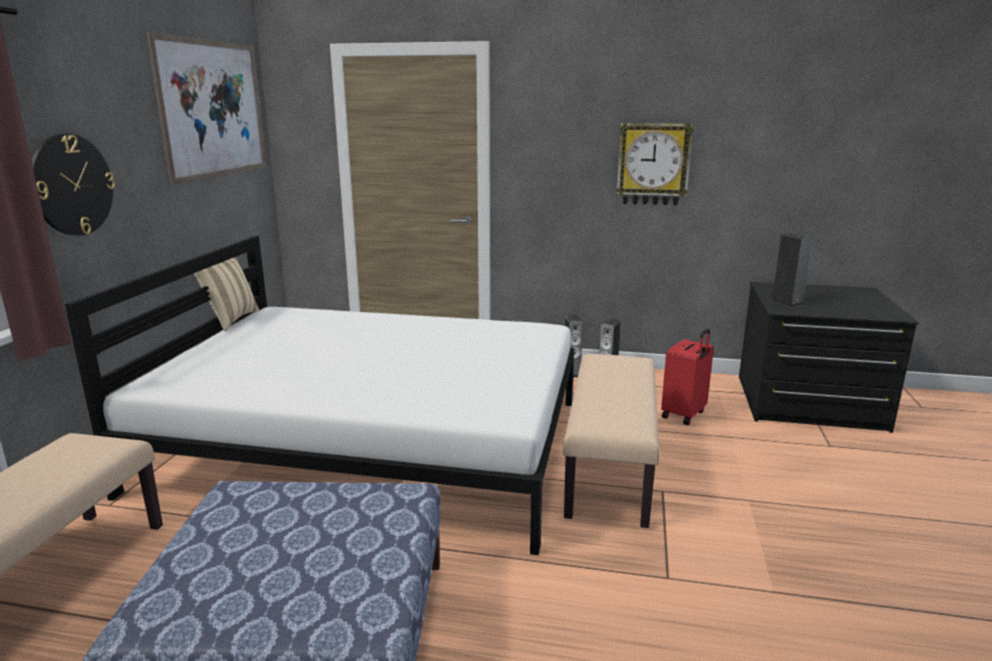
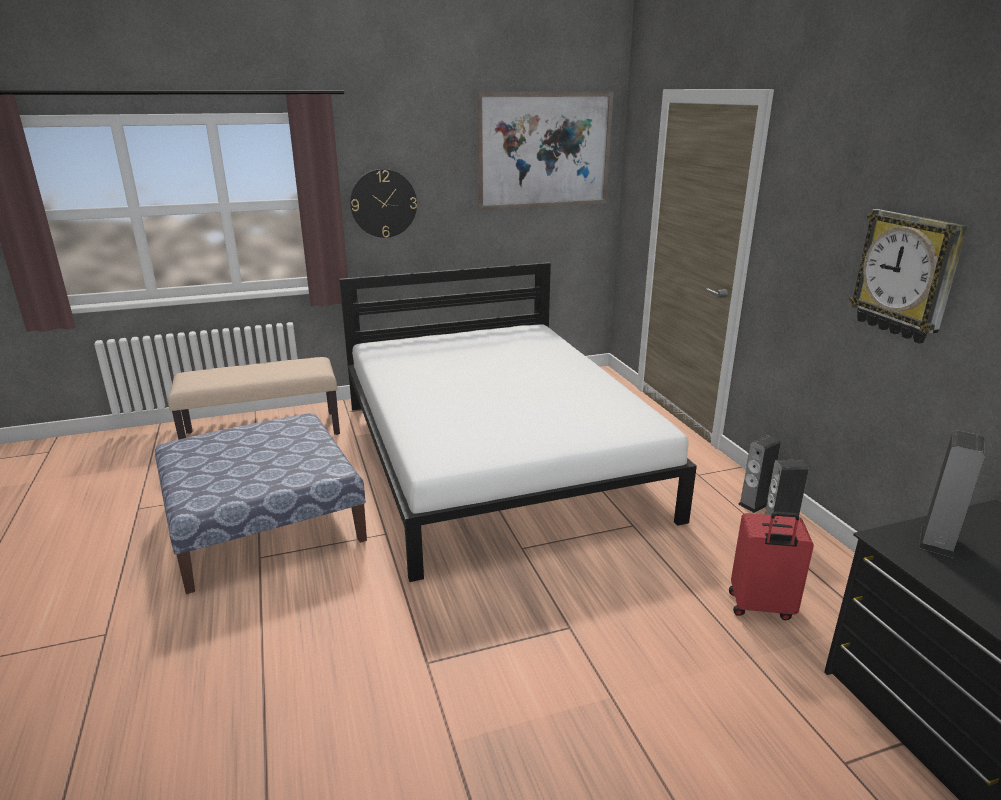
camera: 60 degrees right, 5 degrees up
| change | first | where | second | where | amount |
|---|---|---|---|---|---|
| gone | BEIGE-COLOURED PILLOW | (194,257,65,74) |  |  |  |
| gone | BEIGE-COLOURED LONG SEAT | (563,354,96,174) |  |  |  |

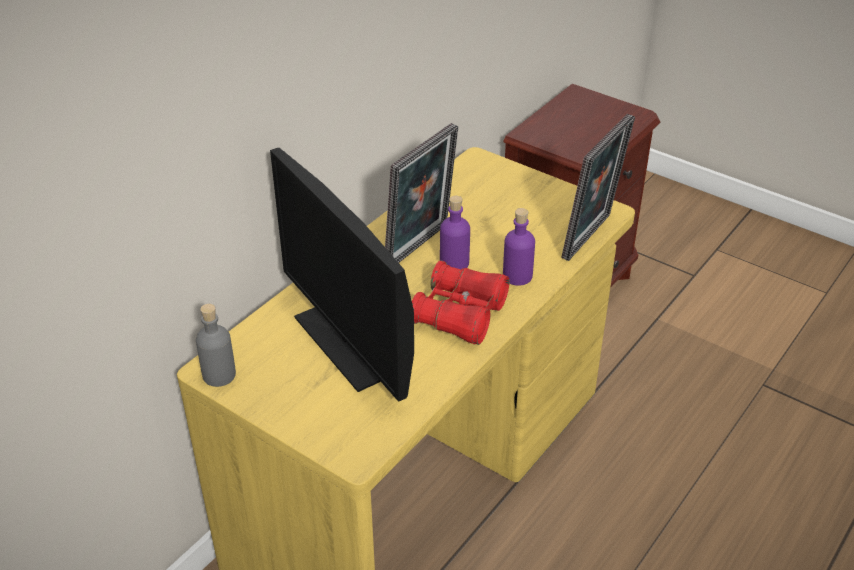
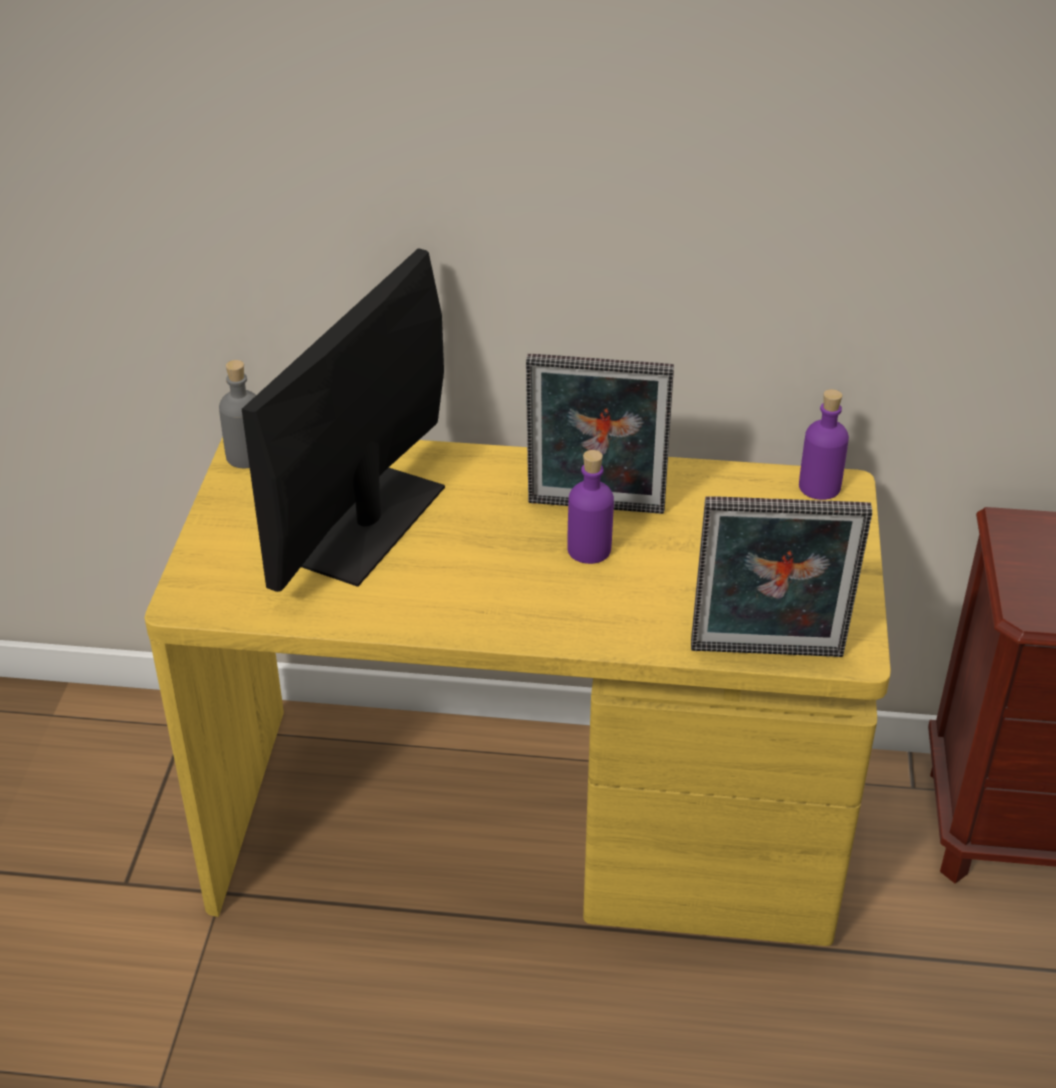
camera: 60 degrees right, 0 degrees up
| change | first | where | second | where | amount |
|---|---|---|---|---|---|
| gone | RED BINOCULARS | (412,261,98,84) |  |  |  |
| shifted | PURPLE BEVERAGE BOTTLE | (503,208,32,78) |  | (799,389,50,111) |  |

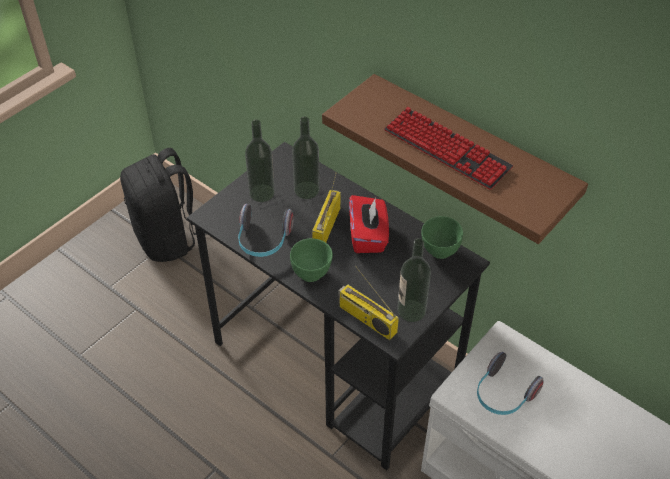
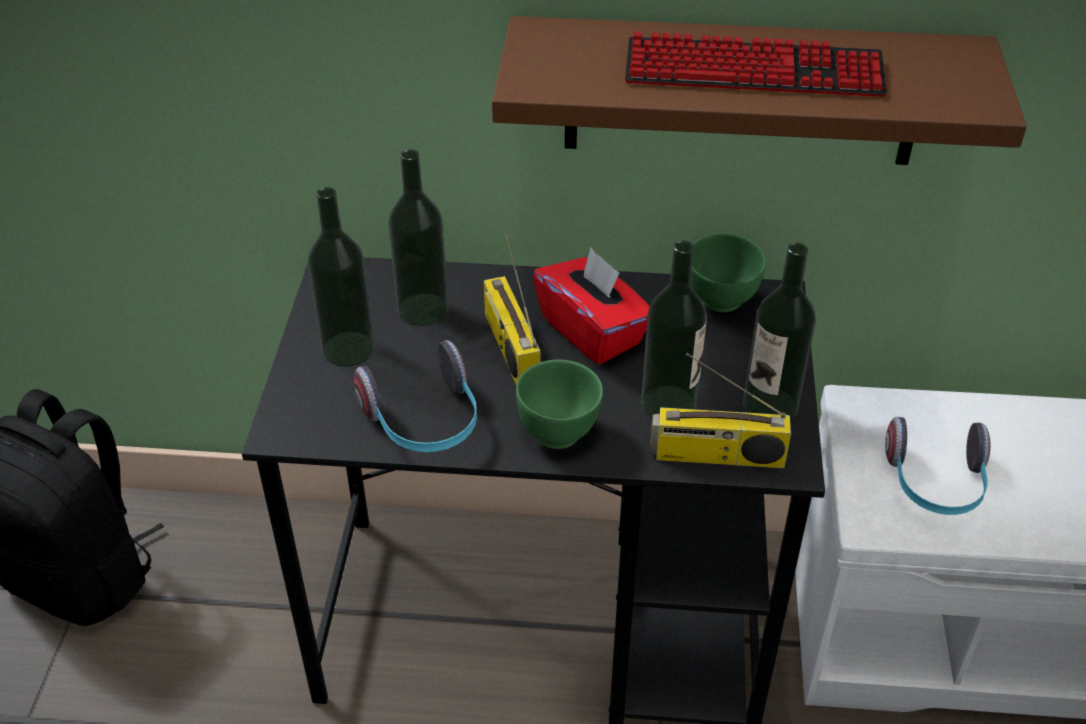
camera: 35 degrees left, 5 degrees down
| change | first | where | second | where | amount |
|---|---|---|---|---|---|
| new |  |  | BEVERAGE BOTTLE | (641,241,66,178) |  |

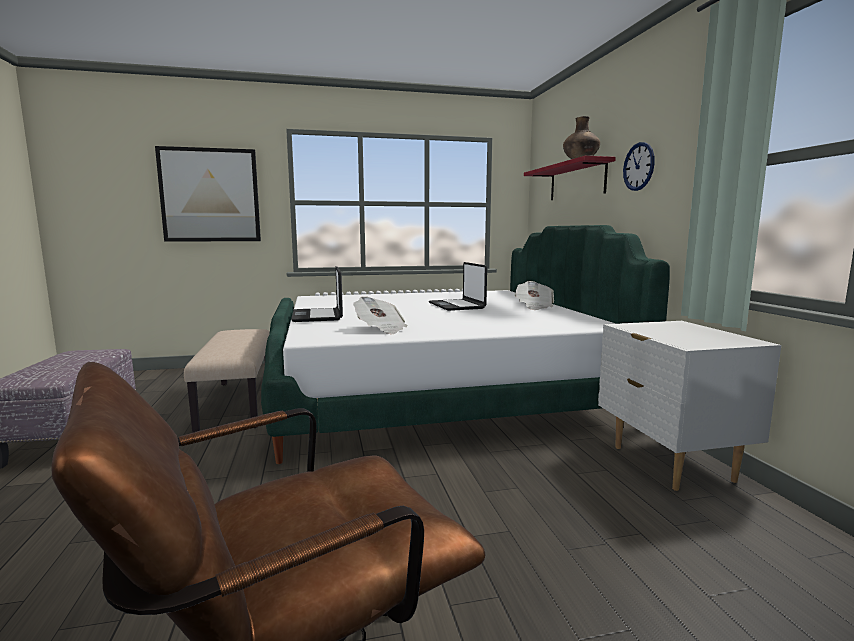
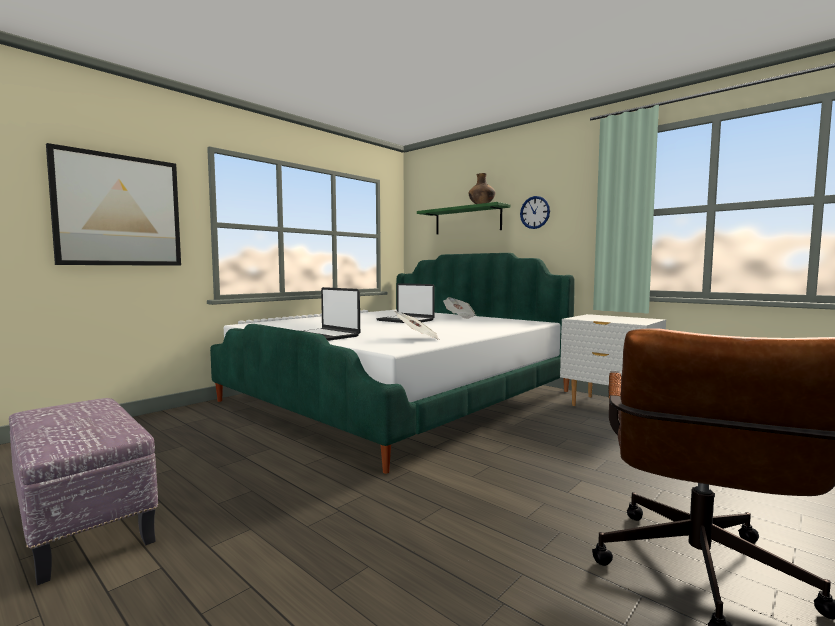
camera: 35 degrees left, 5 degrees down
| change | first | where | second | where | amount |
|---|---|---|---|---|---|
| gone | BEIGE-COLOURED LONG SEAT | (184,329,86,104) |  |  |  |
| repainted | RED SHELF | (524,156,92,44) | GREEN-COLOURED SHELF | (417,202,93,32) |  |

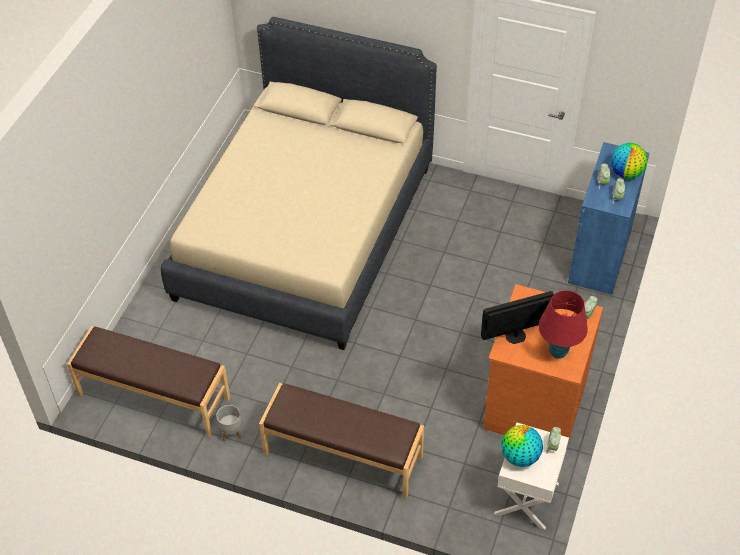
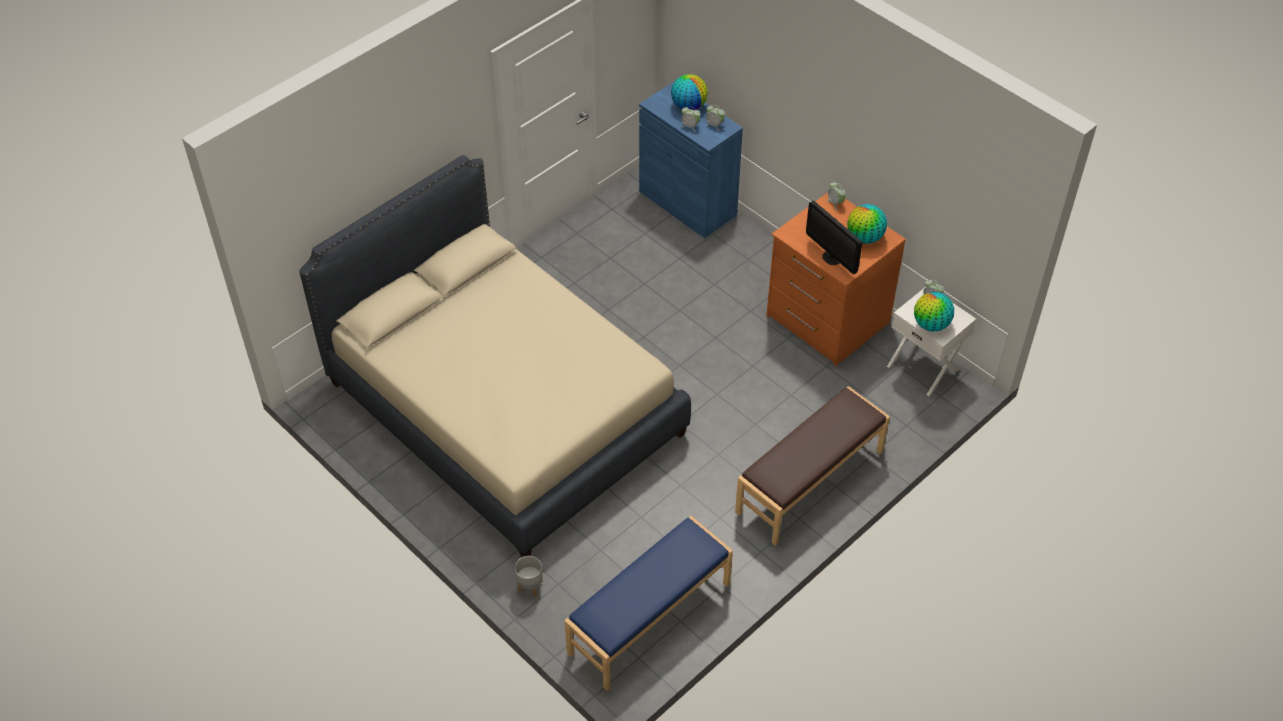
camera: 65 degrees left, 0 degrees up
| change | first | where | second | where | amount |
|---|---|---|---|---|---|
| shifted | GRAY FLOWER POT | (216,405,26,36) |  | (515,556,28,41) |  |
| swapped | RED LAMP FOR A TABLE | (538,290,50,69) | GLOBE | (847,204,40,40) |  |
| repainted | BROWNISH LONG SEAT | (67,326,163,111) | BLUISH LONG SEAT | (565,516,168,175) |  |
| rotated | COMPUTER SCREEN | (481,291,73,53) |  | (806,201,56,73) | 45 degrees counterclockwise |

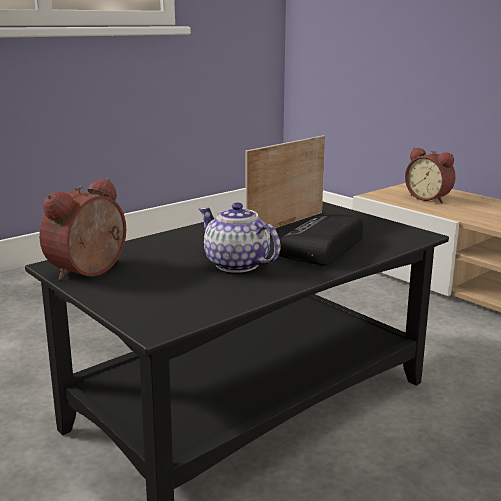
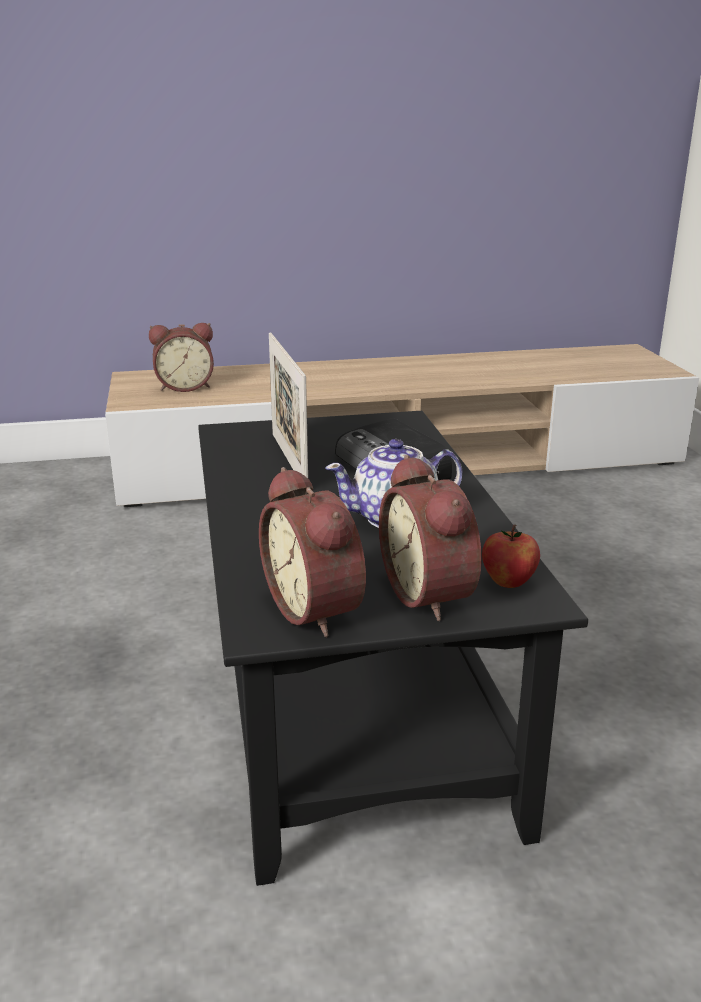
camera: 60 degrees left, 5 degrees up
| change | first | where | second | where | amount |
|---|---|---|---|---|---|
| new |  |  | TABLE CLOCK | (379,455,103,166) |  |
| new |  |  | WHOLE APPLE | (482,524,58,64) |  |

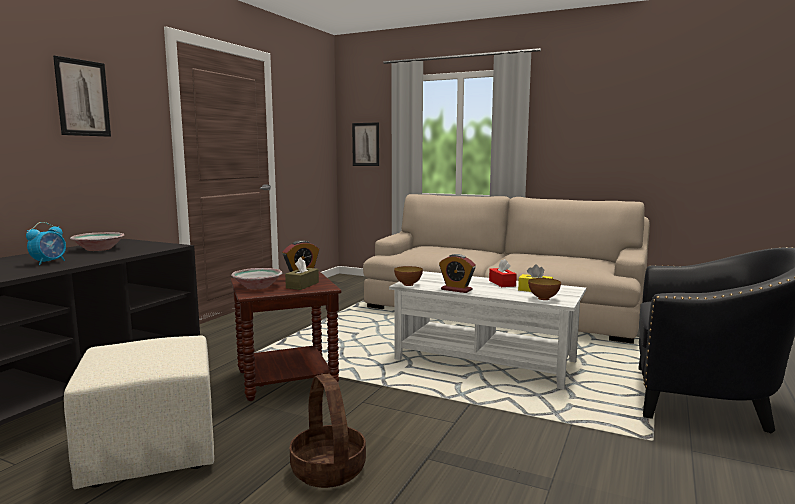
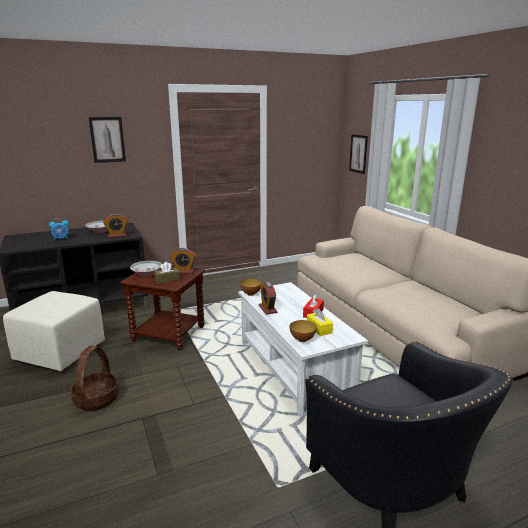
camera: 40 degrees right, 10 degrees up
| change | first | where | second | where | amount |
|---|---|---|---|---|---|
| new |  |  | TABLE CLOCK | (103,214,25,24) |  |

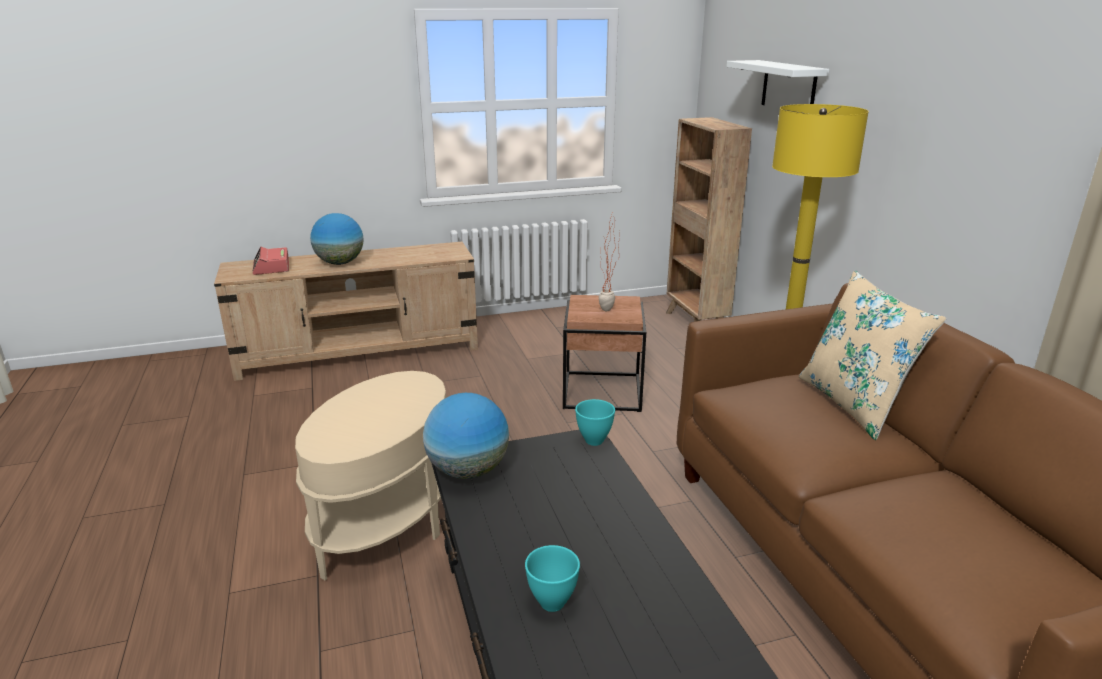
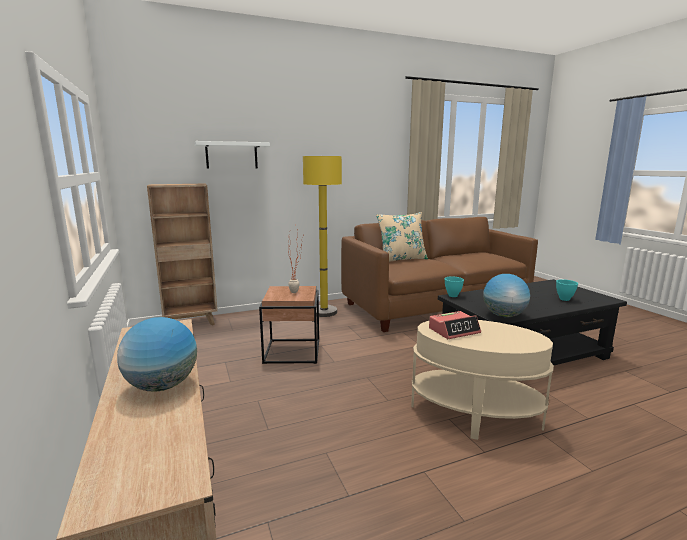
camera: 95 degrees left, 10 degrees down
| change | first | where | second | where | amount |
|---|---|---|---|---|---|
| shifted | TABLE CLOCK | (252,247,37,28) |  | (429,311,52,28) |  |

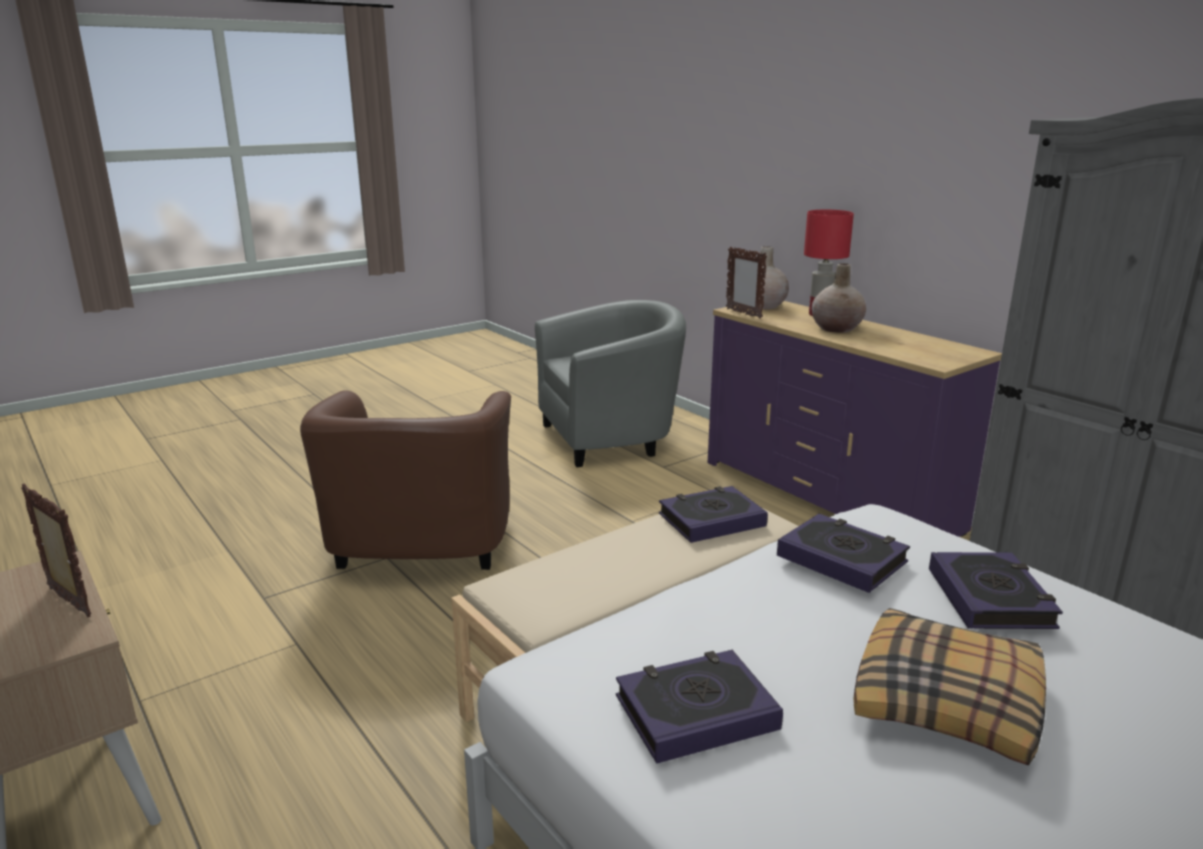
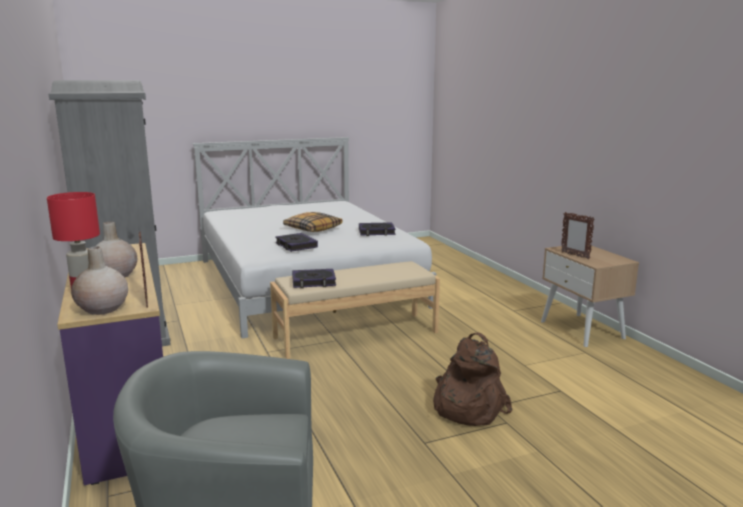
camera: 165 degrees left, 5 degrees down
| change | first | where | second | where | amount |
|---|---|---|---|---|---|
| gone | BOUND BOOK | (929,552,134,77) |  |  |  |
| swapped | BROWNISH LOUNGE CHAIR | (300,390,211,180) | BROWNISH RUCKSACK | (433,332,79,94) |  |

